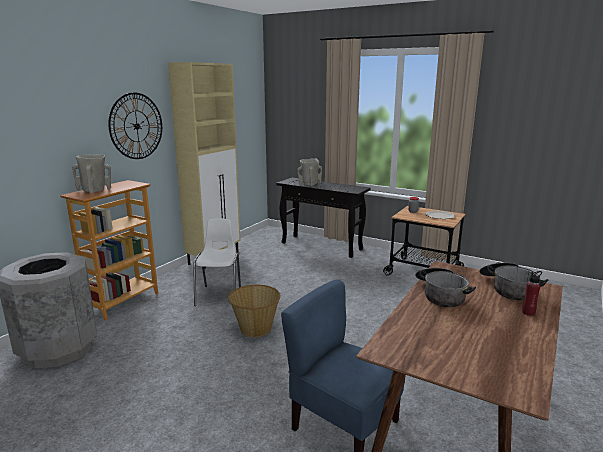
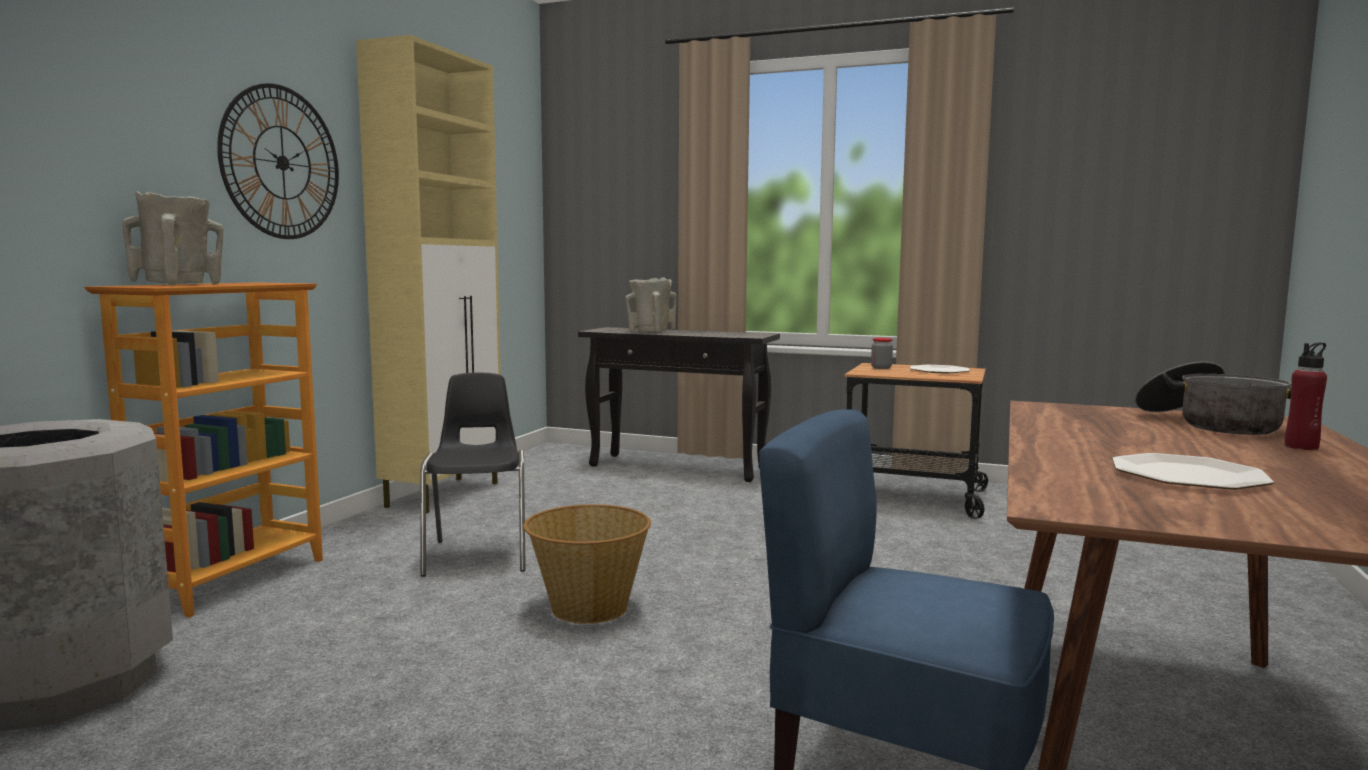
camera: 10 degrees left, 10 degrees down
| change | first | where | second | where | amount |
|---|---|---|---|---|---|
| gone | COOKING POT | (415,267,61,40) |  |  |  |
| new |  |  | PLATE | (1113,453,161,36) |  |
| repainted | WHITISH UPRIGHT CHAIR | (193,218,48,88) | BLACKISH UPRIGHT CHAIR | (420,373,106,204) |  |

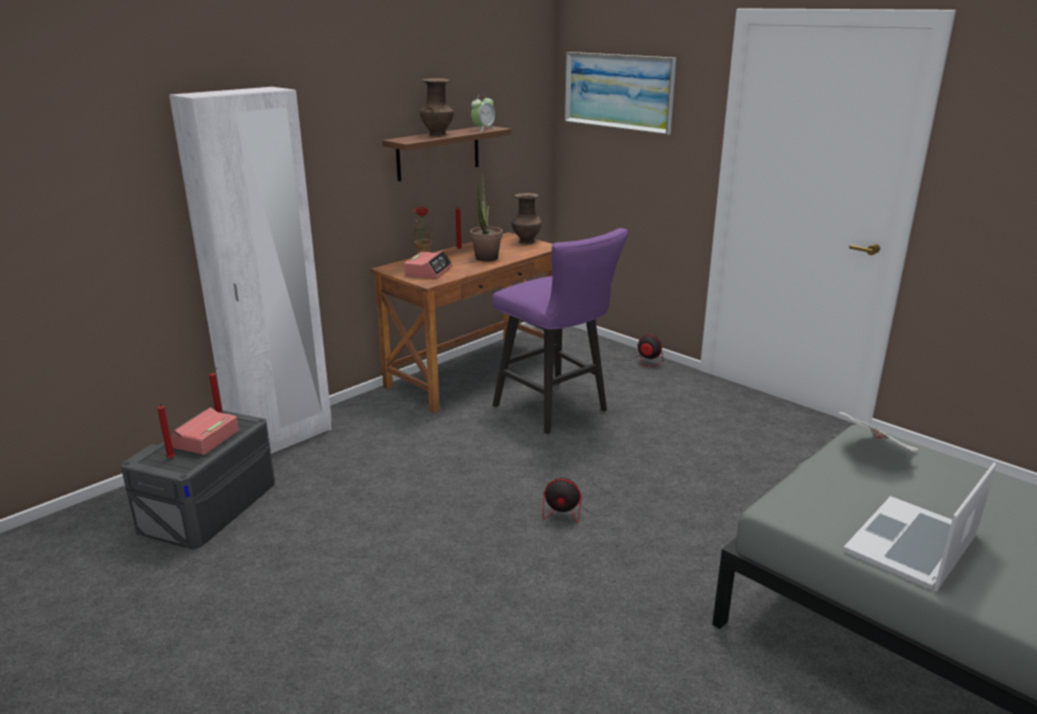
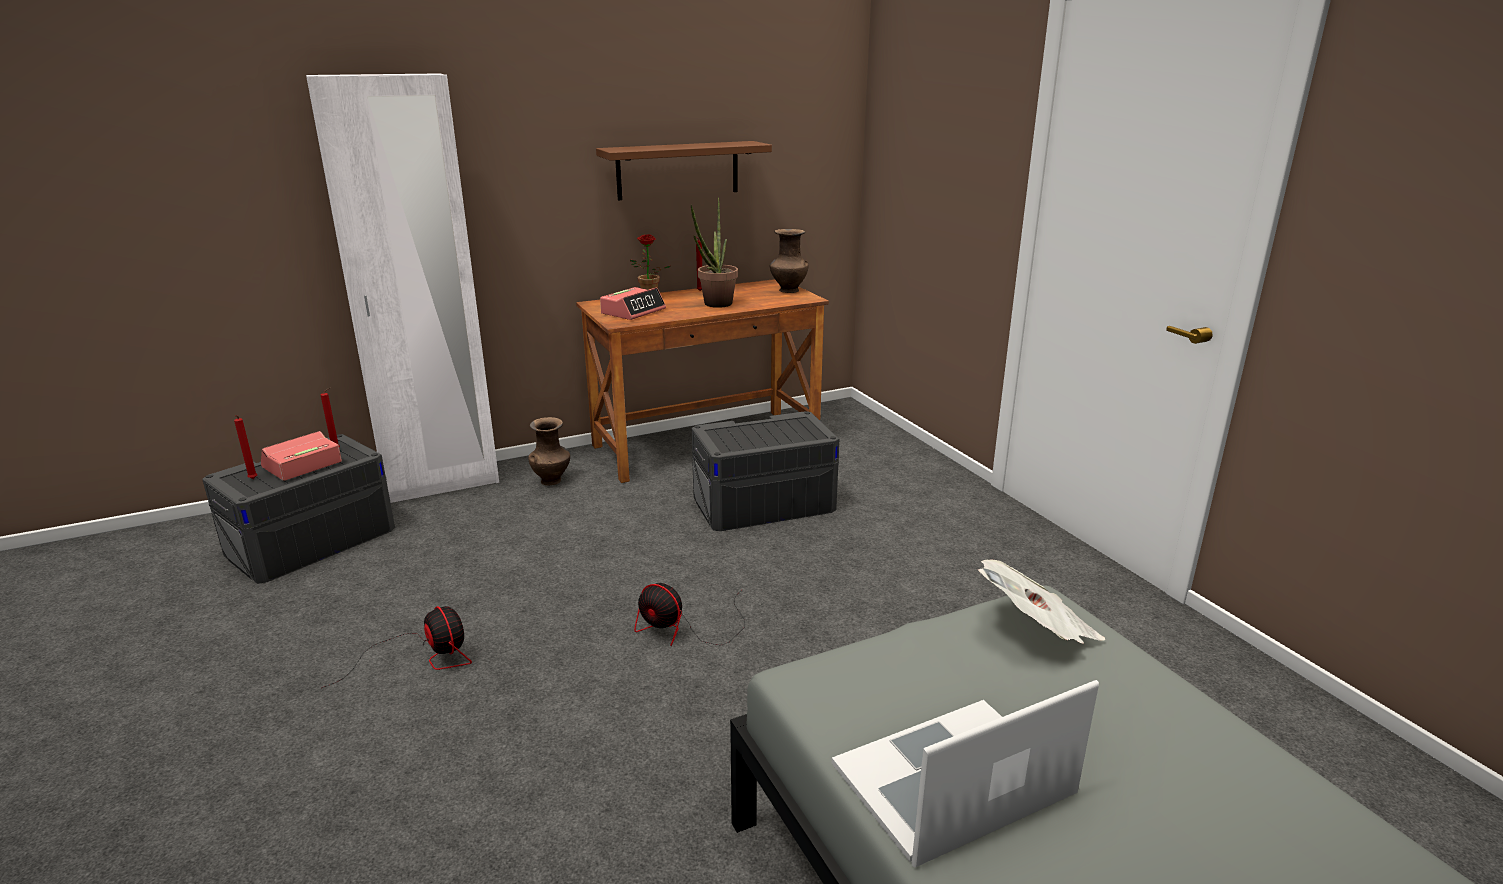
camera: 20 degrees right, 0 degrees up
| change | first | where | second | where | amount |
|---|---|---|---|---|---|
| gone | TABLE CLOCK | (471,94,25,37) |  |  |  |
| gone | PICTURE | (564,52,112,83) |  |  |  |
| shifted | BROWNISH VASE | (420,78,34,58) |  | (528,417,42,69) |  |
| shifted | ELECTRIC FAN | (604,335,60,42) |  | (321,606,151,82) |  |
| swapped | PURPLE STOOL SEAT | (492,228,136,206) | GRAY STORAGE BIN | (692,412,147,119) |  |

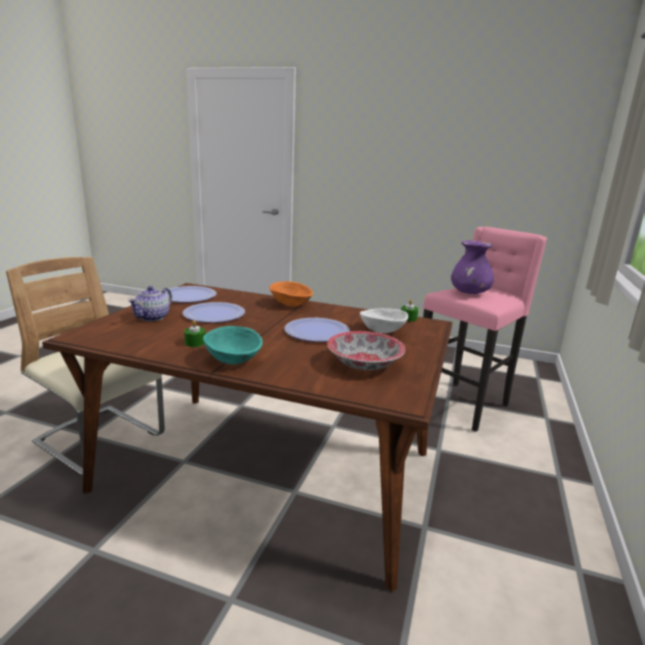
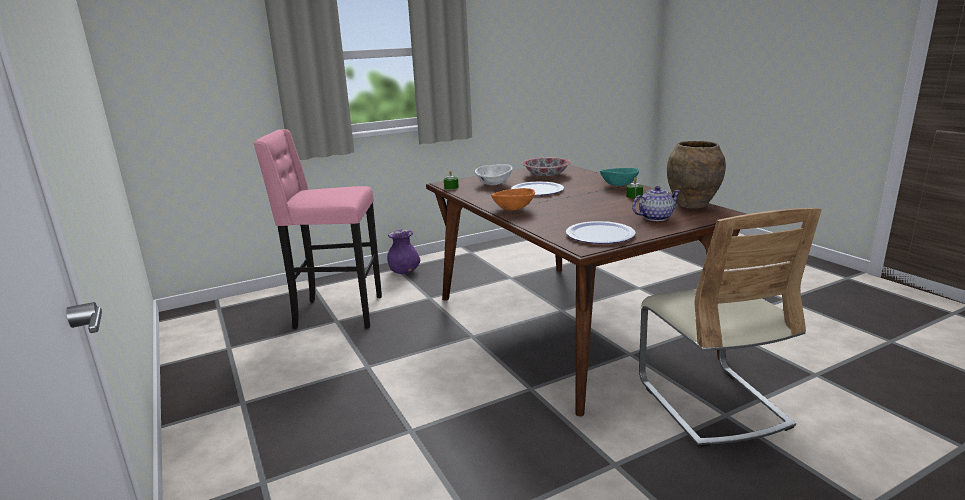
camera: 135 degrees left, 0 degrees up
| change | first | where | second | where | amount |
|---|---|---|---|---|---|
| gone | PLATE | (182,302,63,21) |  |  |  |
| new |  |  | BROWNISH VASE | (667,141,59,68) |  |
| shifted | PURPLE VASE | (451,240,43,54) |  | (387,230,33,44) |  |

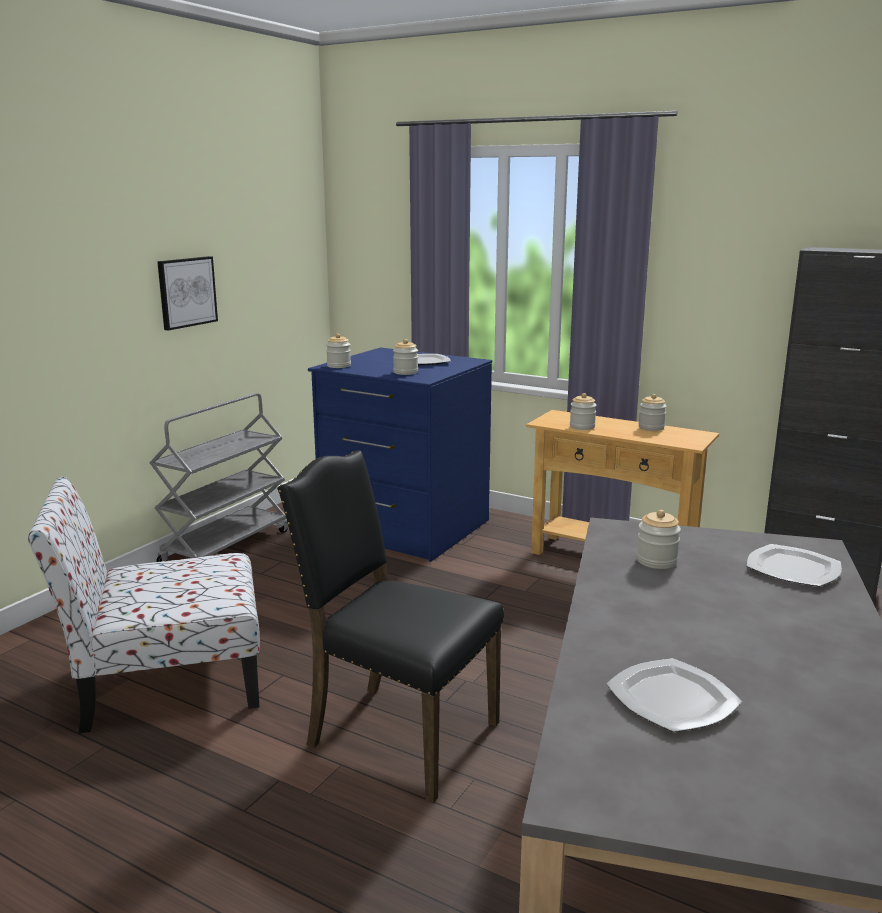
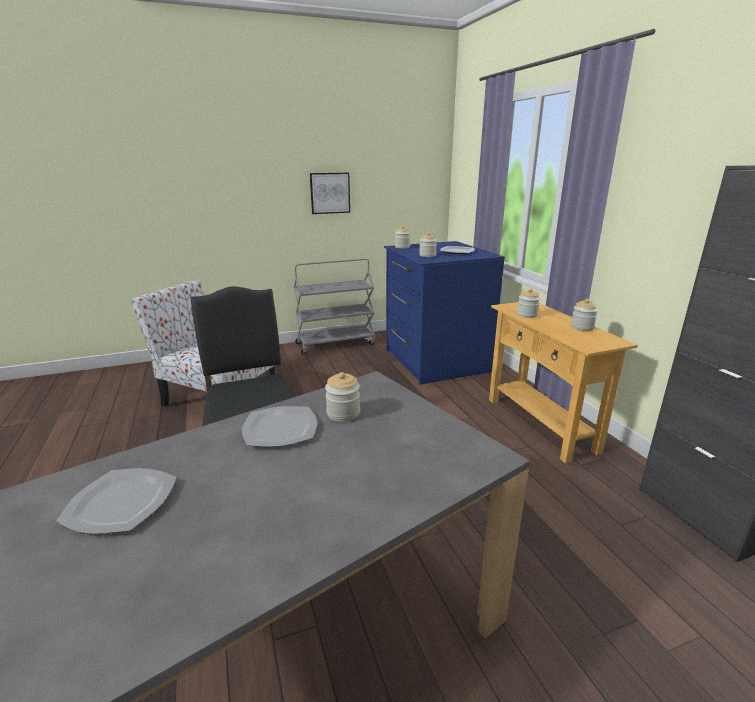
camera: 40 degrees right, 5 degrees up
| change | first | where | second | where | amount |
|---|---|---|---|---|---|
| shifted | PLATE | (747,544,95,43) |  | (242,406,75,41) |  |

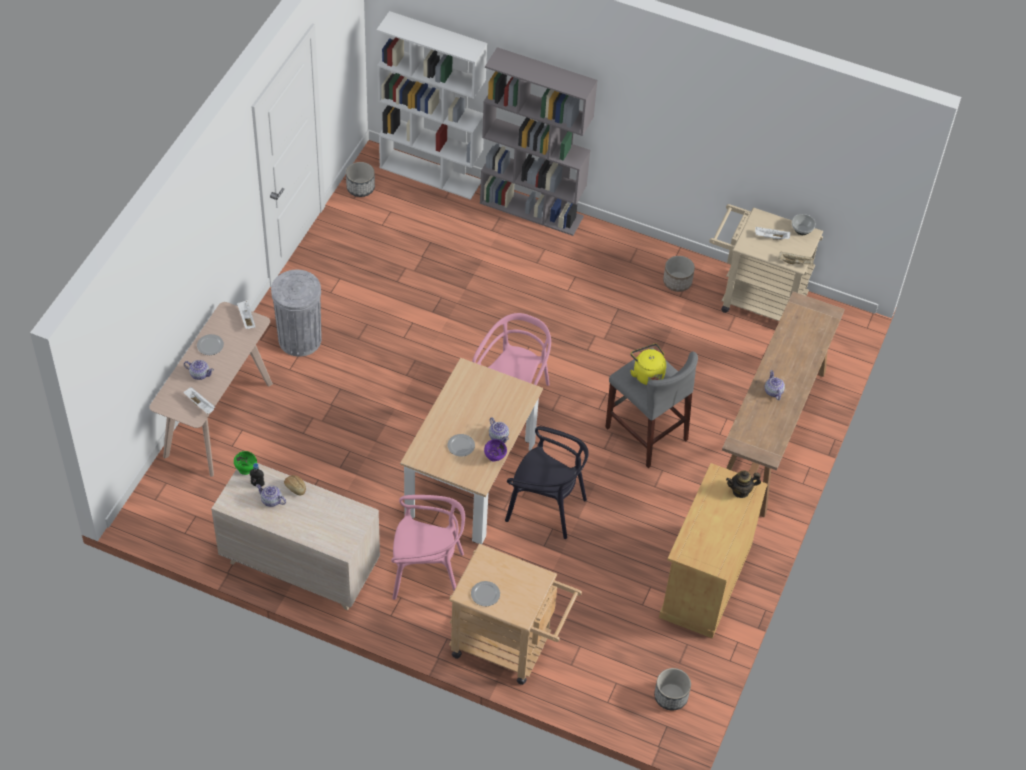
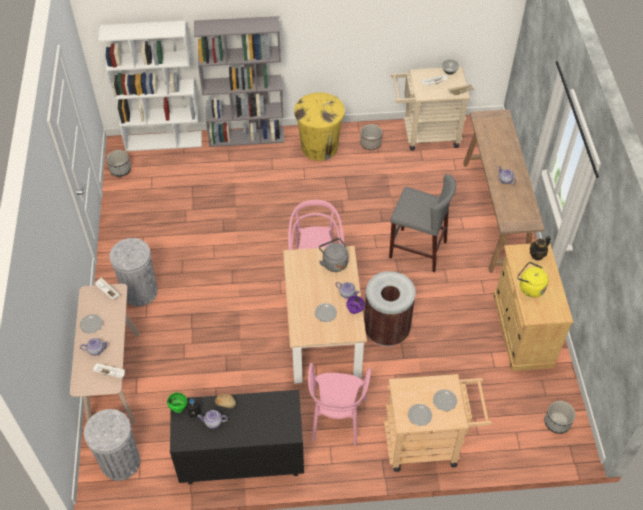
camera: 25 degrees left, 0 degrees up
| change | first | where | second | where | amount |
|---|---|---|---|---|---|
| new |  |  | GRAY RUBBISH BIN | (84,409,56,72) |  |
| new |  |  | YELLOW-COLOURED RUBBISH BIN | (294,92,51,69) |  |
| new |  |  | GRAY KETTLE | (319,238,29,34) |  |
| new |  |  | PLATE | (433,390,24,21) |  |
| shifted | YELLOW-COLOURED KETTLE | (630,344,36,41) |  | (517,262,31,35) |  |
| swapped | BLACKISH UPRIGHT CHAIR | (505,426,84,113) | BROWNISH RUBBISH BIN | (364,271,52,75) |  |
| repainted | BEIGE-COLOURED CHEST OF DRAWERS | (211,463,169,147) | BLACKISH CHEST OF DRAWERS | (170,390,134,94) |  |
| rotated | PINKISH UPRIGHT CHAIR | (391,495,74,105) |  | (308,363,63,83) | 120 degrees clockwise |

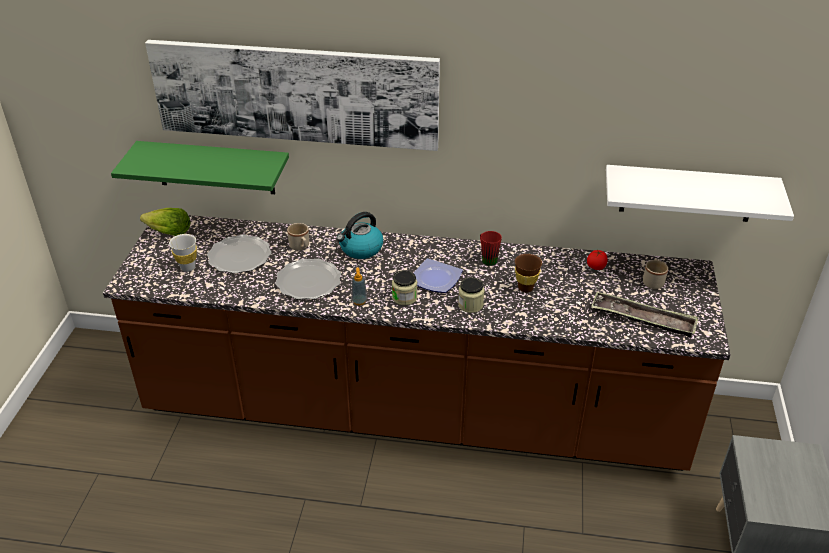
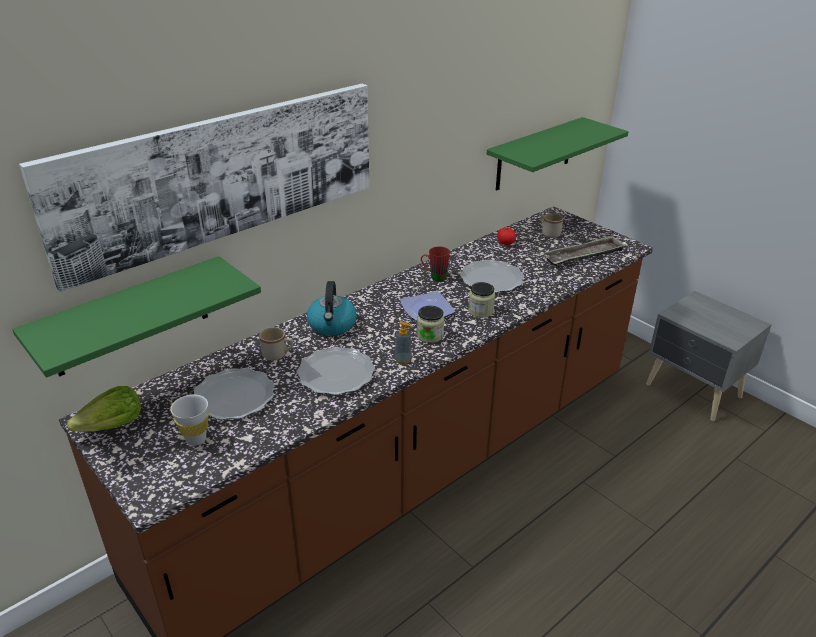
camera: 50 degrees left, 5 degrees down
| change | first | where | second | where | amount |
|---|---|---|---|---|---|
| swapped | BROWNISH SMALL CUP | (515,254,27,39) | PLATE | (460,260,64,33) |  |
| repainted | WHITISH SHELF | (606,165,188,57) | GREEN-COLOURED SHELF | (487,117,142,73) |  |

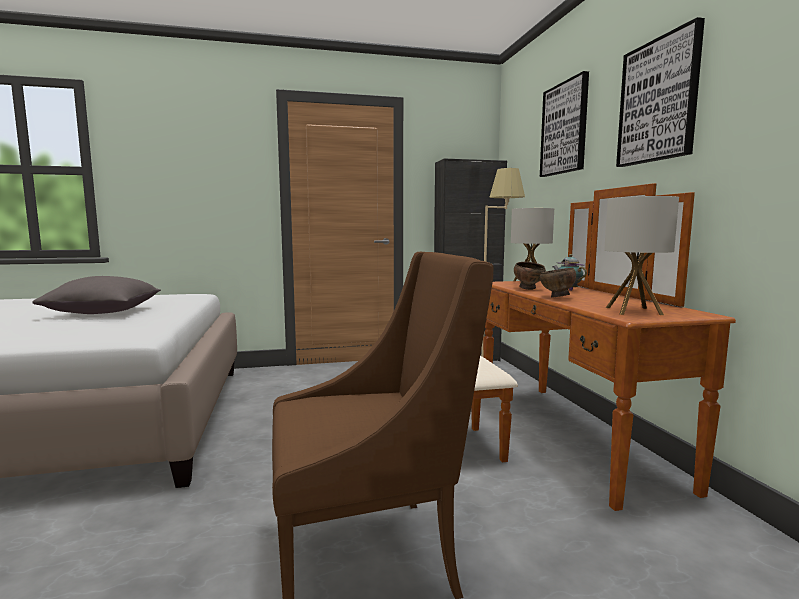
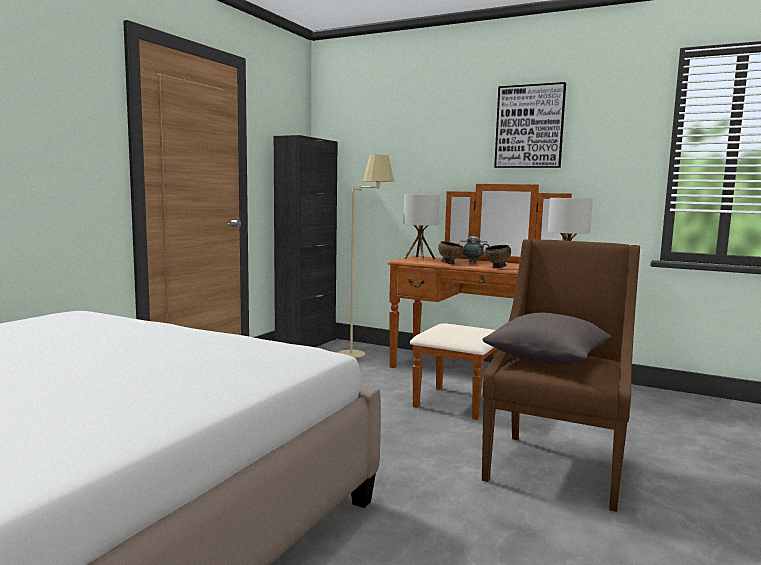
camera: 50 degrees left, 0 degrees up
| change | first | where | second | where | amount |
|---|---|---|---|---|---|
| gone | PICTURE | (540,71,49,106) |  |  |  |
| shifted | GRAY PILLOW | (33,276,128,38) |  | (483,313,129,52) |  |

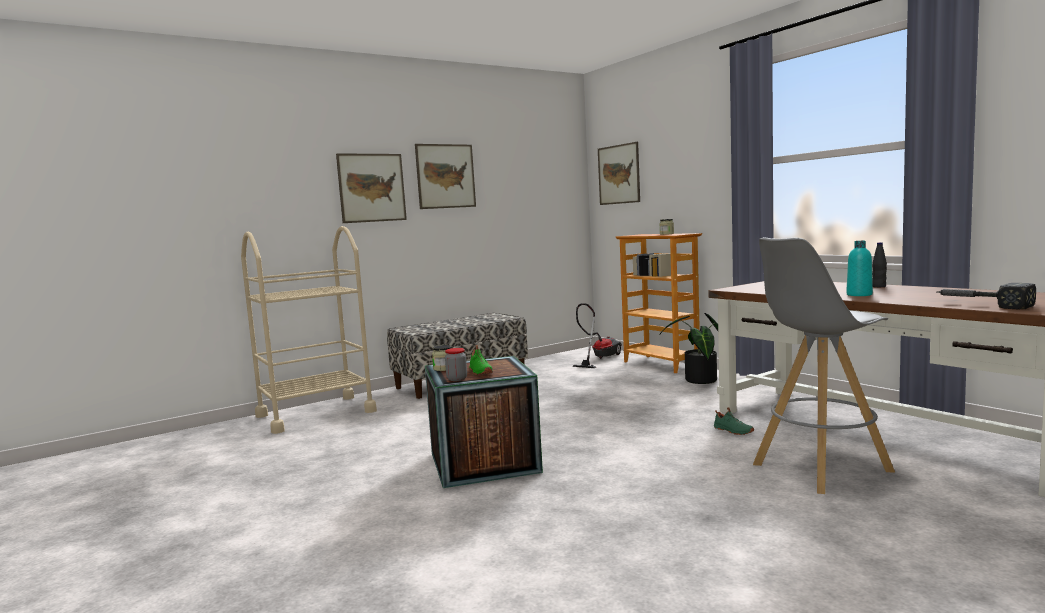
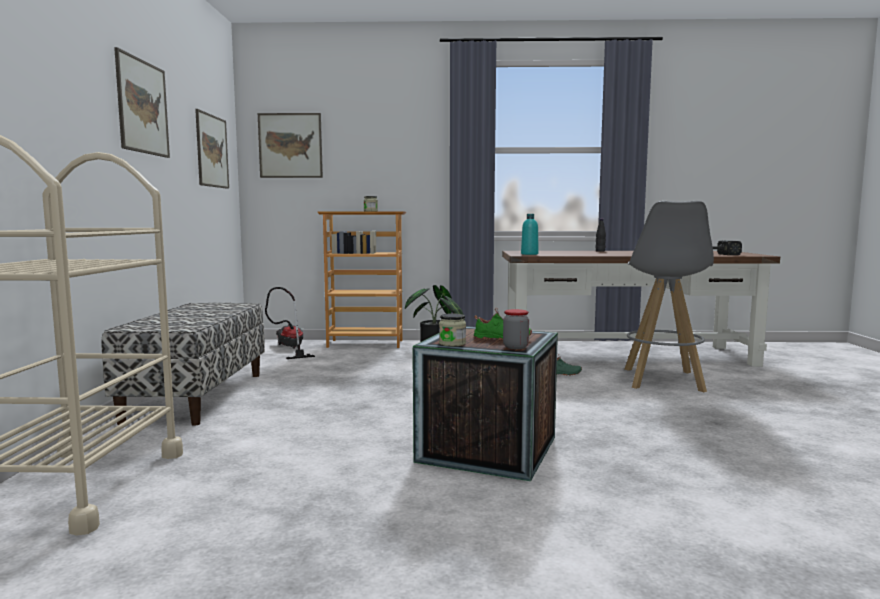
camera: 55 degrees left, 0 degrees up
| change | first | where | second | where | amount |
|---|---|---|---|---|---|
| shifted | PICTURE | (336,153,71,70) |  | (195,109,34,80) |  |
| shifted | TURQUOISE-COLOURED BEVERAGE BOTTLE | (846,241,27,55) |  | (521,214,18,41) |  |

